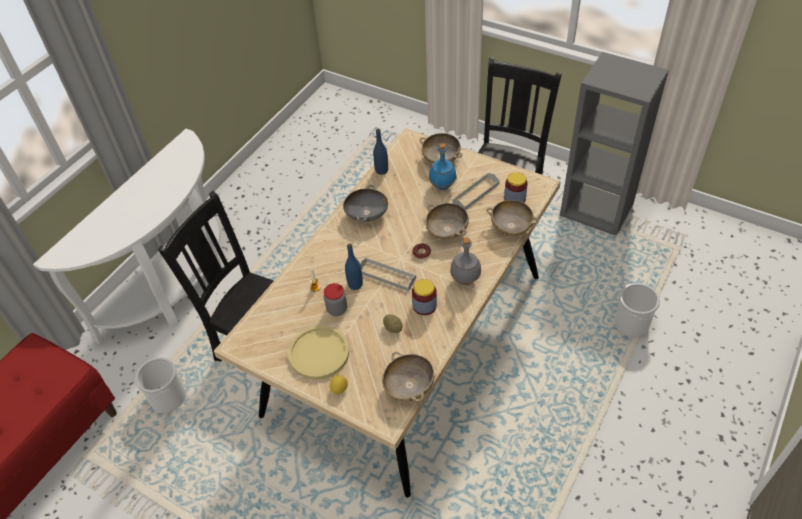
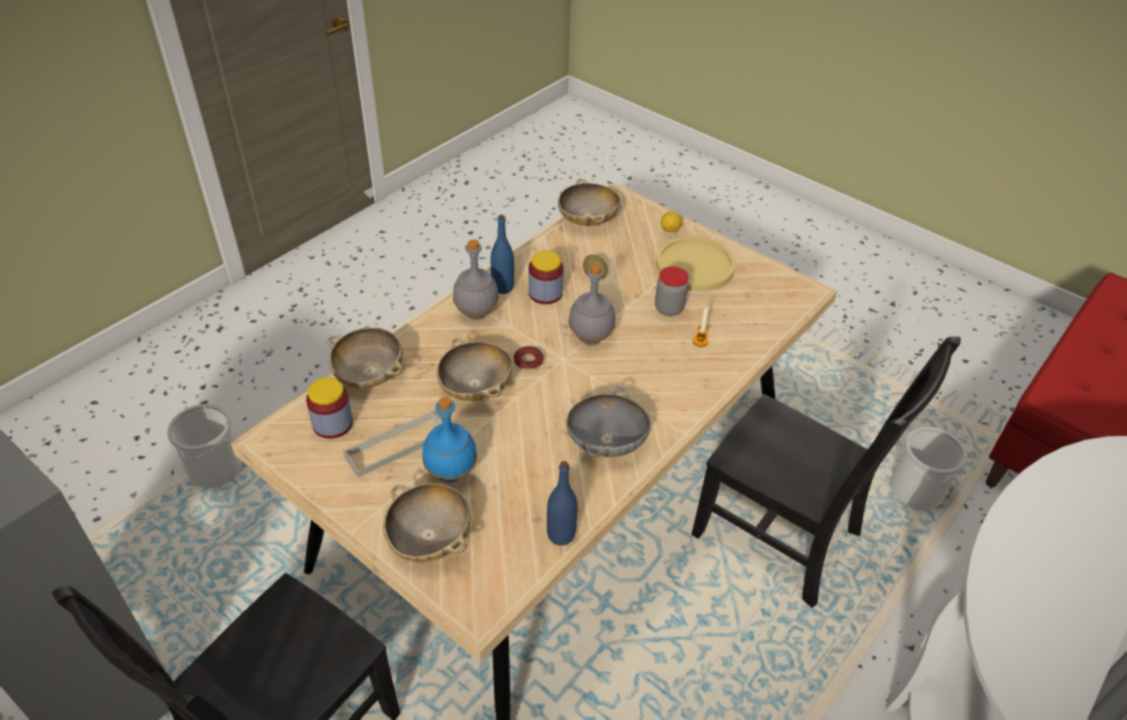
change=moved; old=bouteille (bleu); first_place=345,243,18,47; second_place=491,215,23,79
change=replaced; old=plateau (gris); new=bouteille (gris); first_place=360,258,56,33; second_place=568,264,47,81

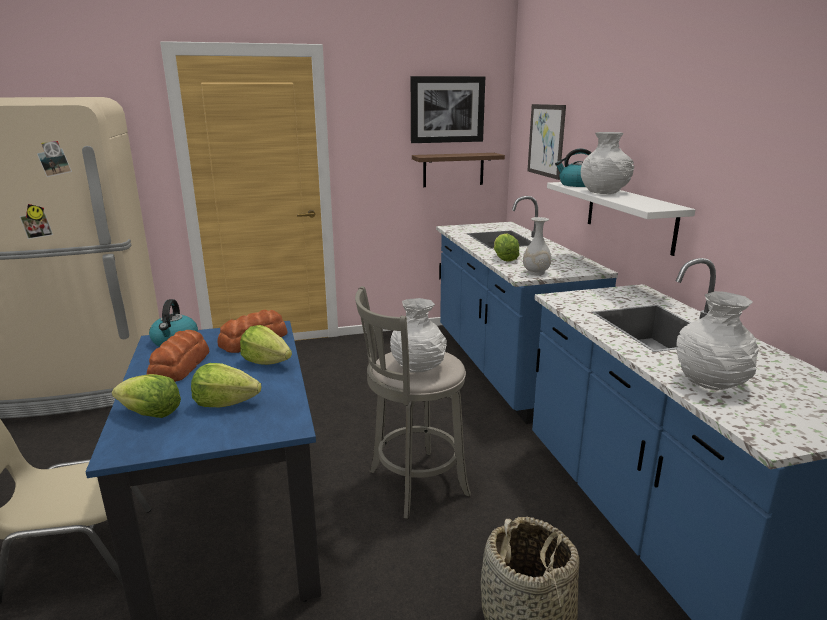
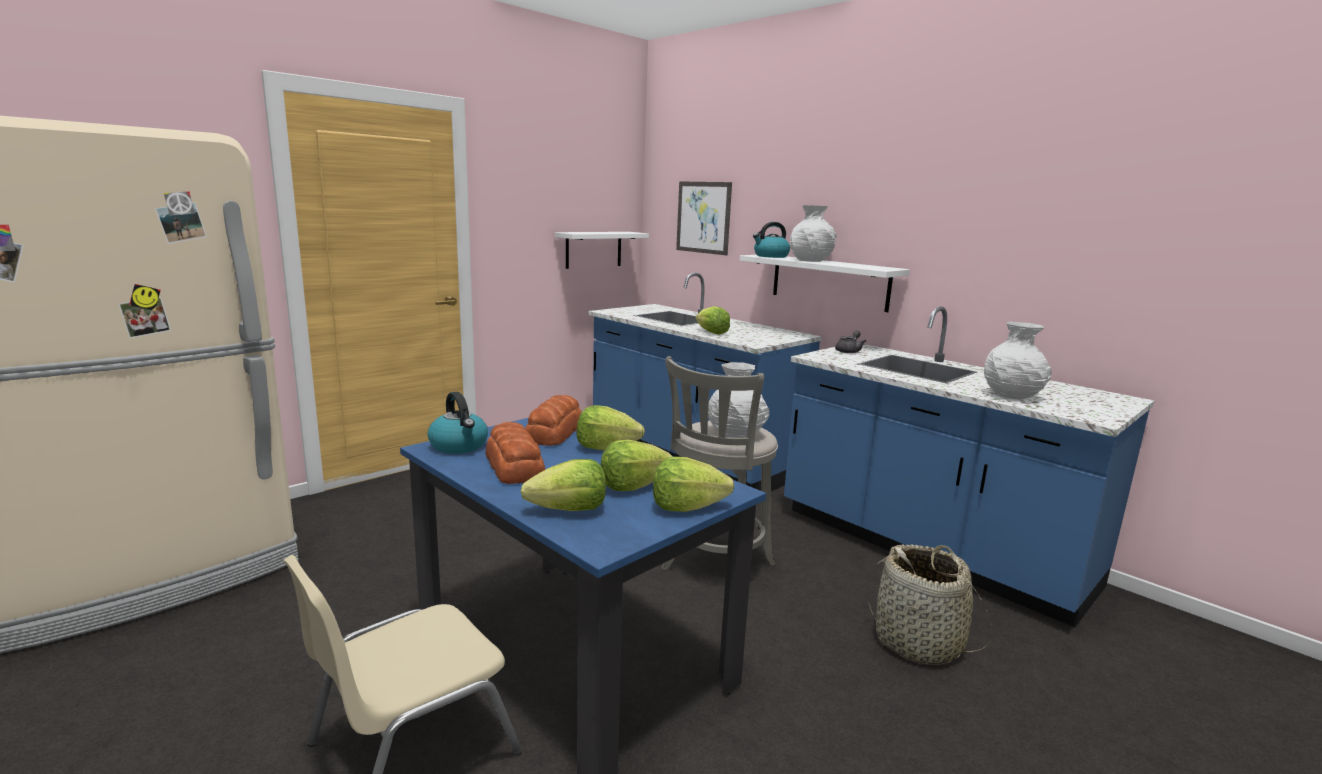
change=removed; old=tableau; first_place=411,76,74,67
change=recoloured; old=étagère (marron); new=étagère (blanc); first_place=412,153,93,34; second_place=555,232,94,37
change=removed; old=vase (blanc); first_place=523,217,28,58
change=added; new=théière (gris); second_place=835,330,31,23
change=added; new=laitue; second_place=653,457,81,55

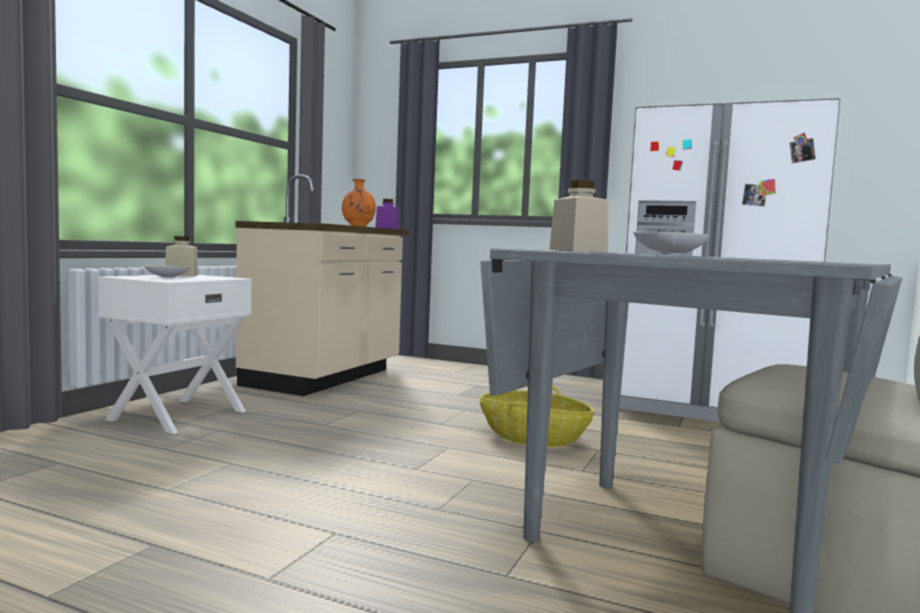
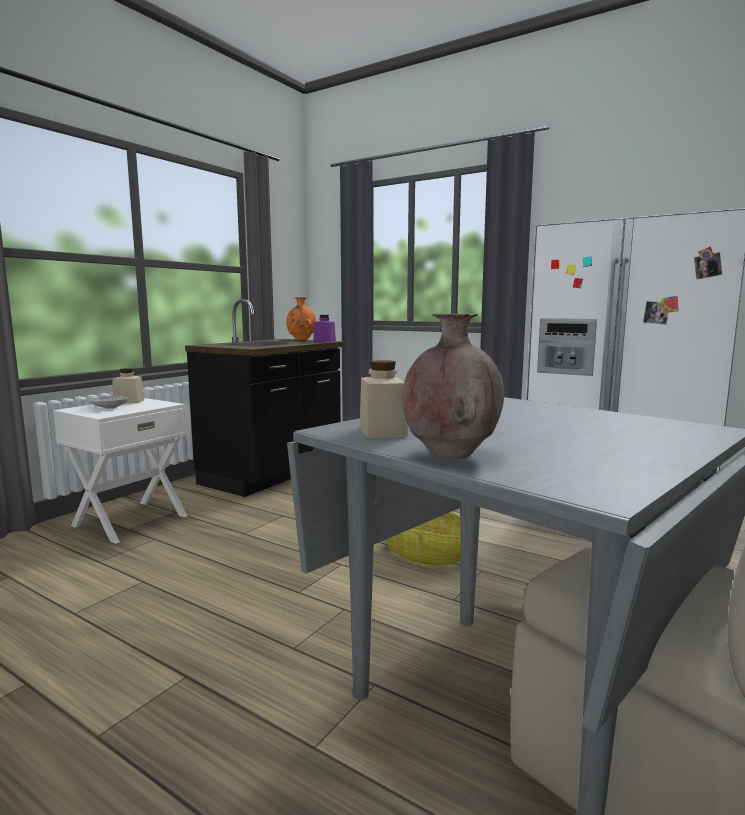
change=recoloured; old=comptoir de cuisine (beige); new=comptoir de cuisine (noir); first_place=236,174,174,222; second_place=185,299,160,198
change=replaced; old=bol (blanc); new=vase (marron); first_place=633,231,76,25; second_place=402,314,102,145

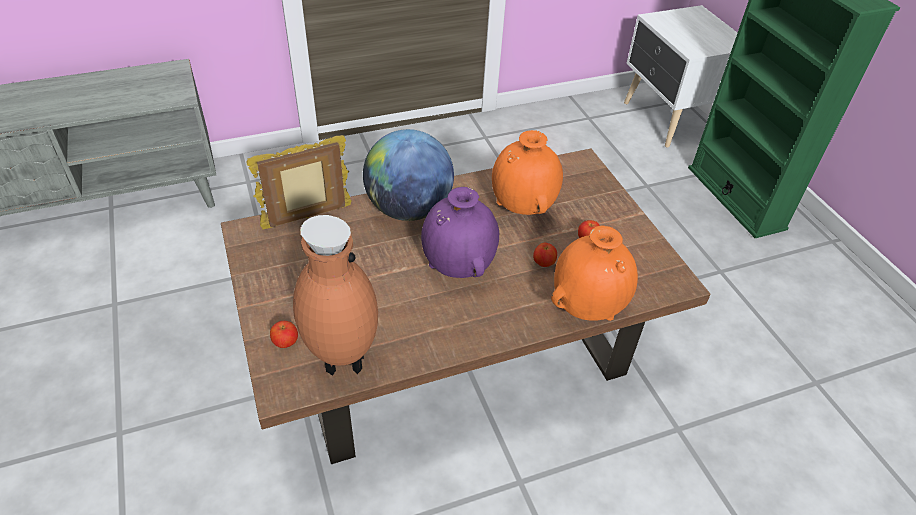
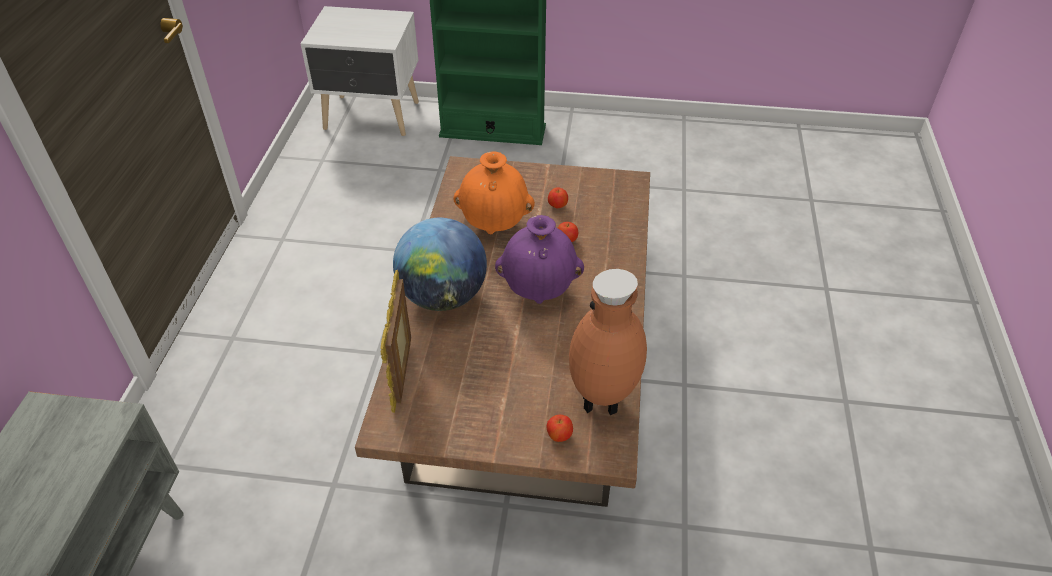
change=removed; old=vase (orange); first_place=551,226,87,95

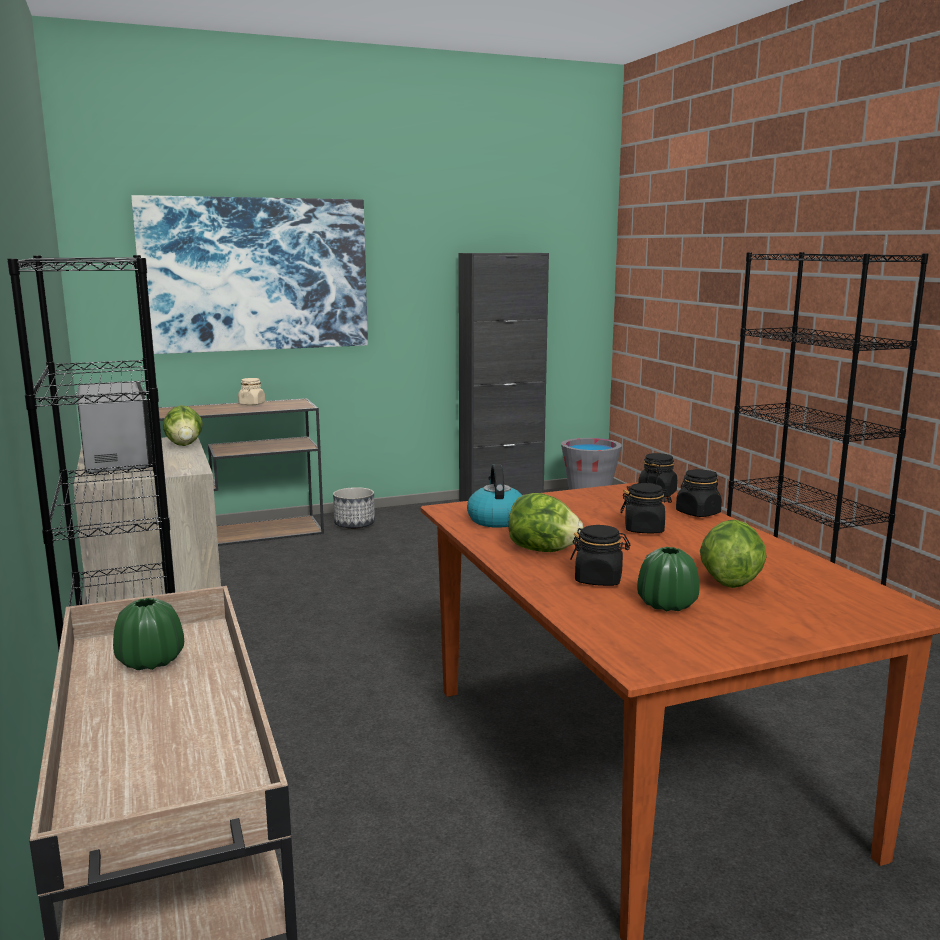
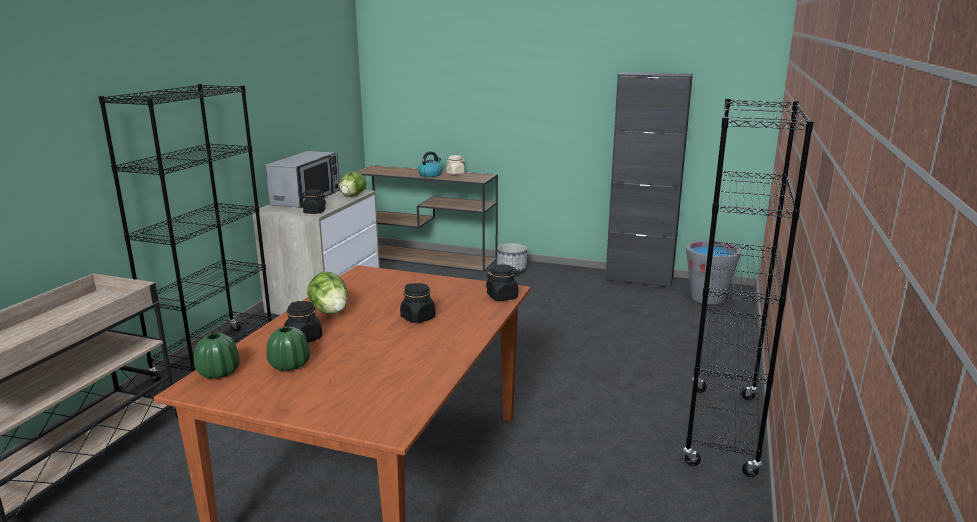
change=removed; old=tableau; first_place=131,195,237,159
change=moved; old=bouilloire; first_place=467,464,56,64; second_place=418,151,25,26
change=moved; old=bocal (noir); first_place=676,469,46,48; second_place=301,189,25,25
change=removed; old=laitue; first_place=700,519,67,69
change=moved; old=vase (vert); first_place=113,598,71,72; second_place=194,333,46,46

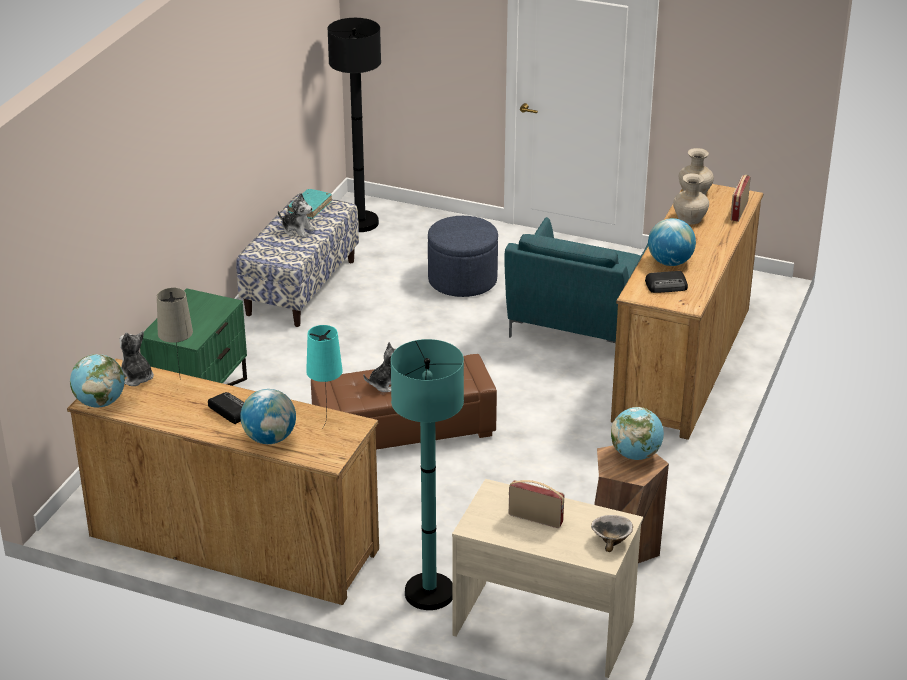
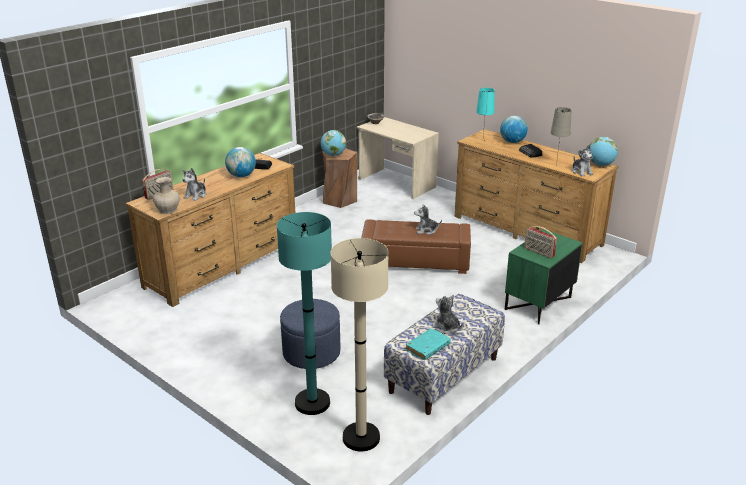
change=recoloured; old=lampadaire (noir); new=lampadaire (beige); first_place=328,18,53,214; second_place=331,238,57,213
change=replaced; old=vase (beige); new=peluche; first_place=673,173,36,52; second_place=183,168,23,33
change=removed; old=fauteuil (turquoise); first_place=504,217,144,127
change=moved; old=lampadaire (turquoise); first_place=391,339,73,271; second_place=277,212,55,203
change=moved; old=radio; first_place=509,480,55,48; second_place=524,226,33,32

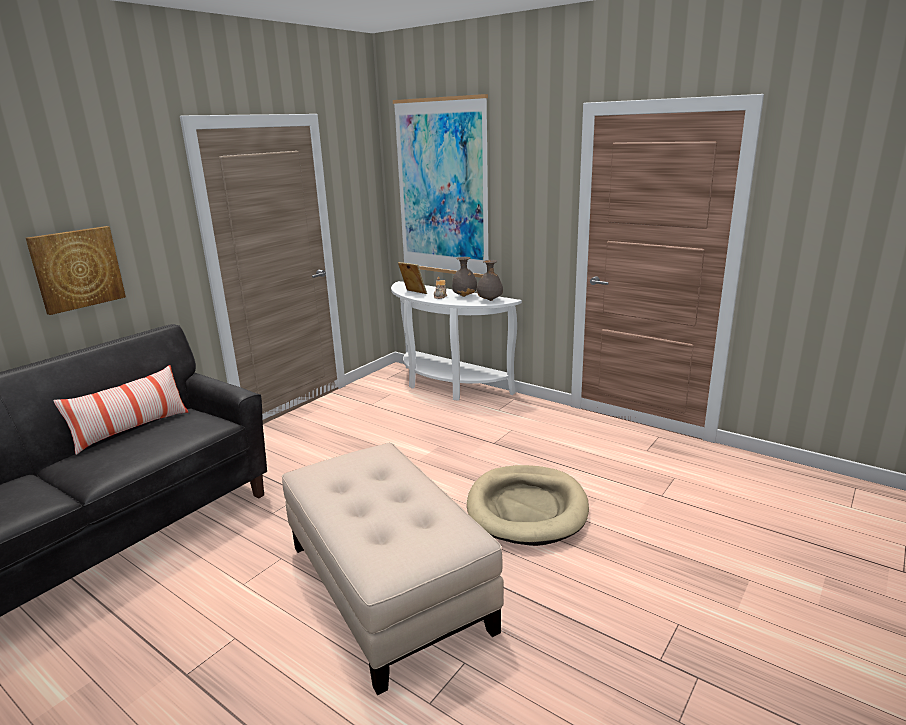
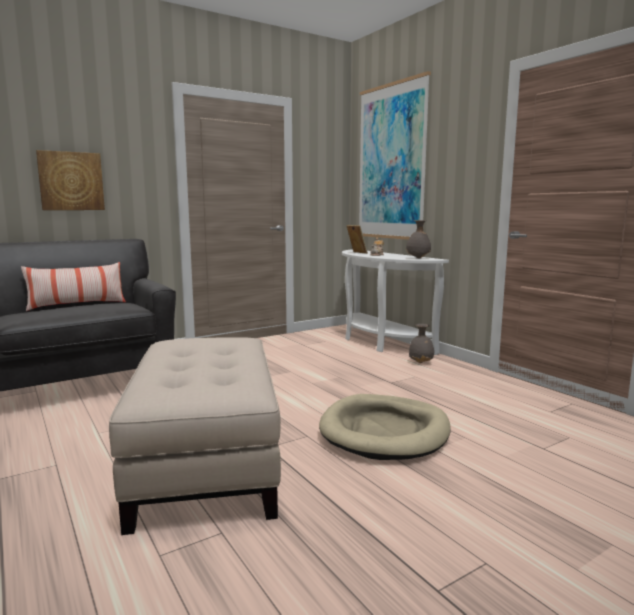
change=moved; old=vase (gris); first_place=452,257,25,40; second_place=409,324,25,39

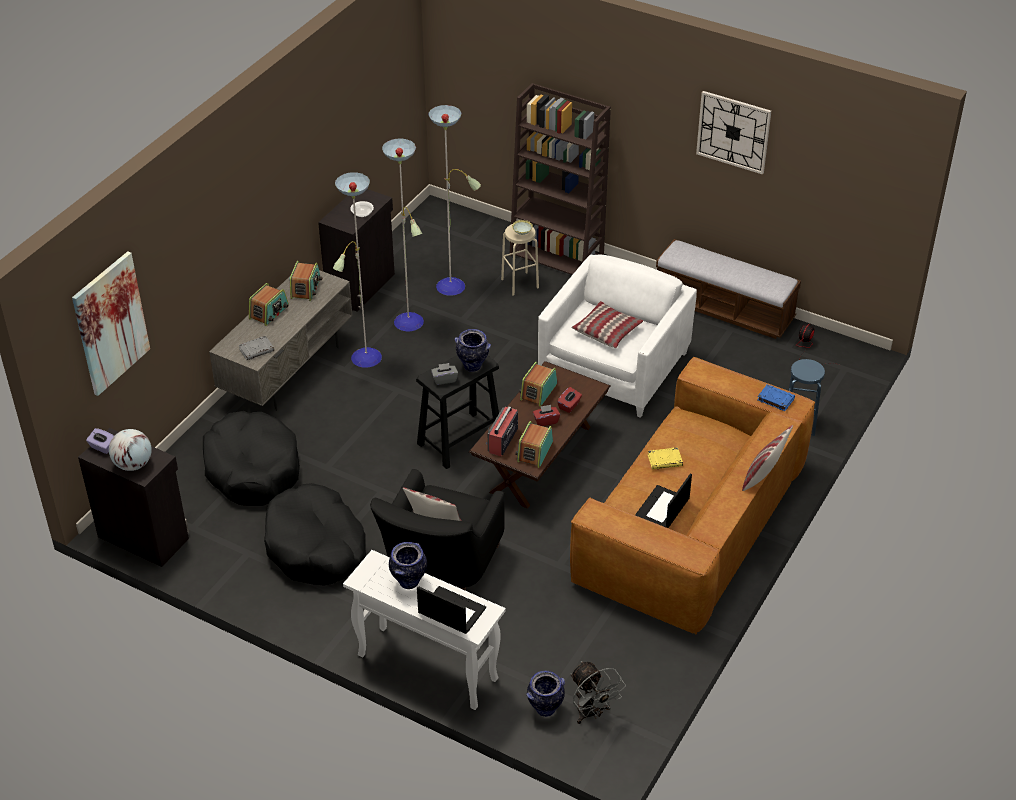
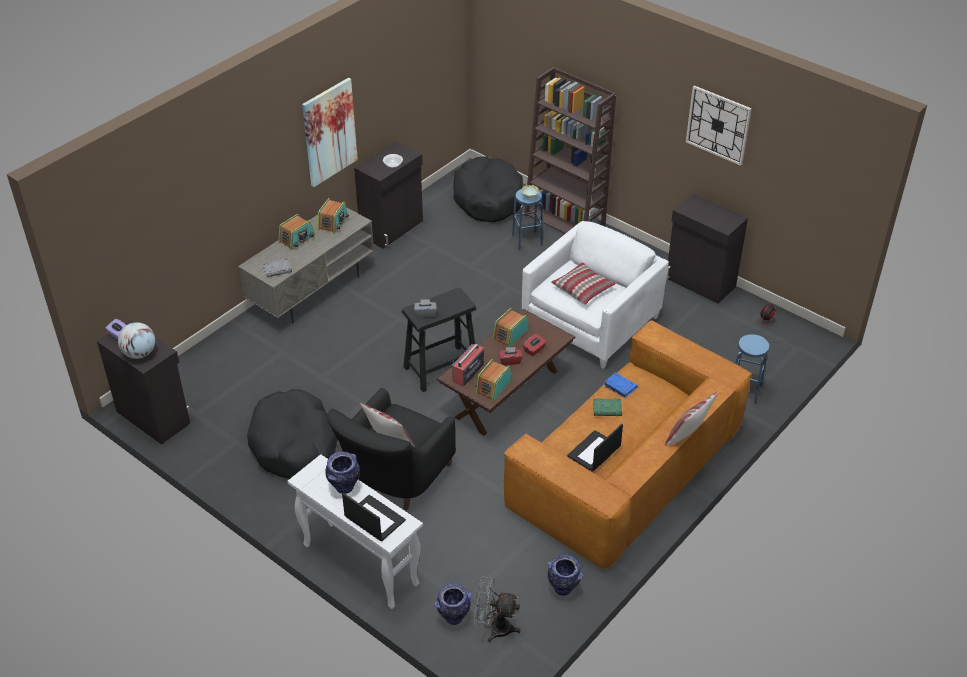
change=removed; old=lampadaire; first_place=333,105,148,263
change=recoloured; old=tabouret (beige); new=tabouret (bleu); first_place=501,224,38,72; second_place=512,189,31,61
change=replaced; old=banc; new=meuble de rangement (noir); first_place=656,239,145,100; second_place=666,193,82,111
change=moved; old=tableau; first_place=72,251,78,145; second_place=302,78,56,109
change=moved; old=vase; first_place=455,329,36,43; second_place=548,555,35,41
change=moved; old=livre (bleu); first_place=757,384,38,27; second_place=604,372,34,26
change=moved; old=panier pour chien (noir); first_place=203,411,97,95; second_place=453,157,70,66
change=recoloured; old=livre (jaune); new=livre (vert); first_place=647,447,36,23; second_place=593,398,29,18
change=turned; old=ventilateur (gris); first_place=570,661,56,63; second_place=474,577,46,65; degrees=120

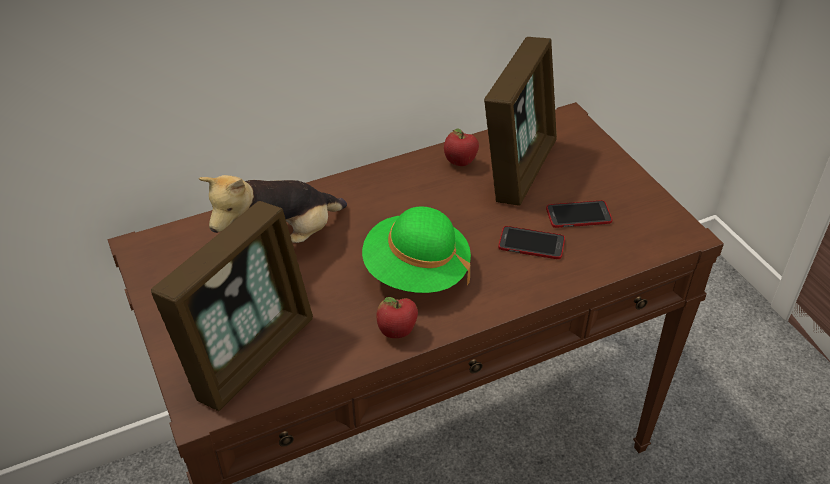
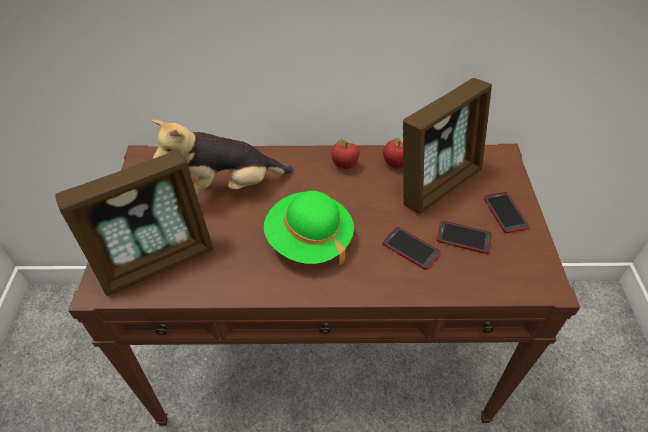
change=moved; old=pomme; first_place=377,297,41,41; second_place=331,139,29,30
change=added; new=téléphone; second_place=484,192,45,41

